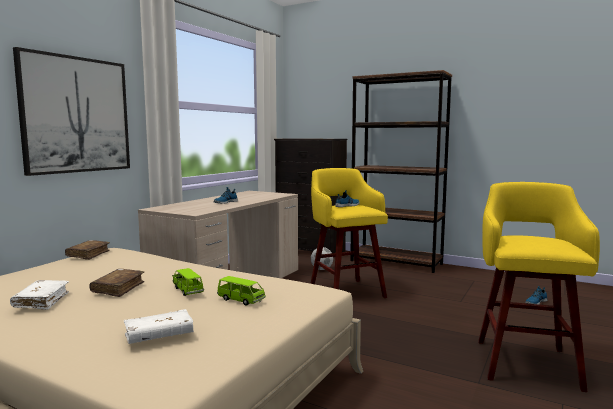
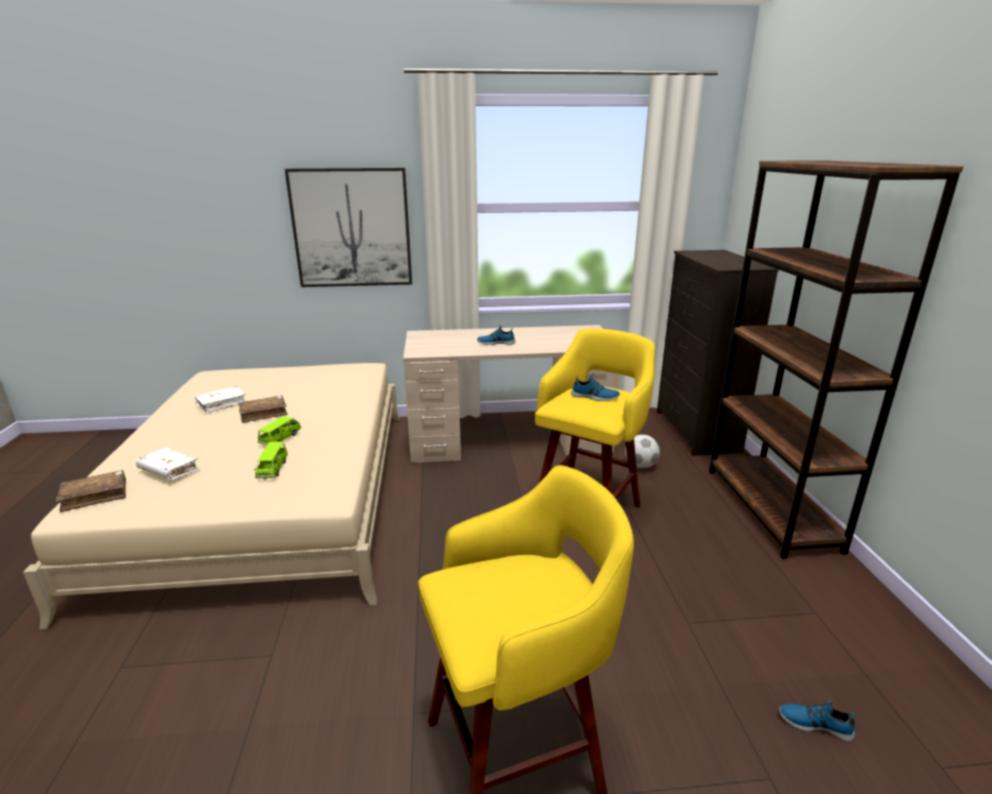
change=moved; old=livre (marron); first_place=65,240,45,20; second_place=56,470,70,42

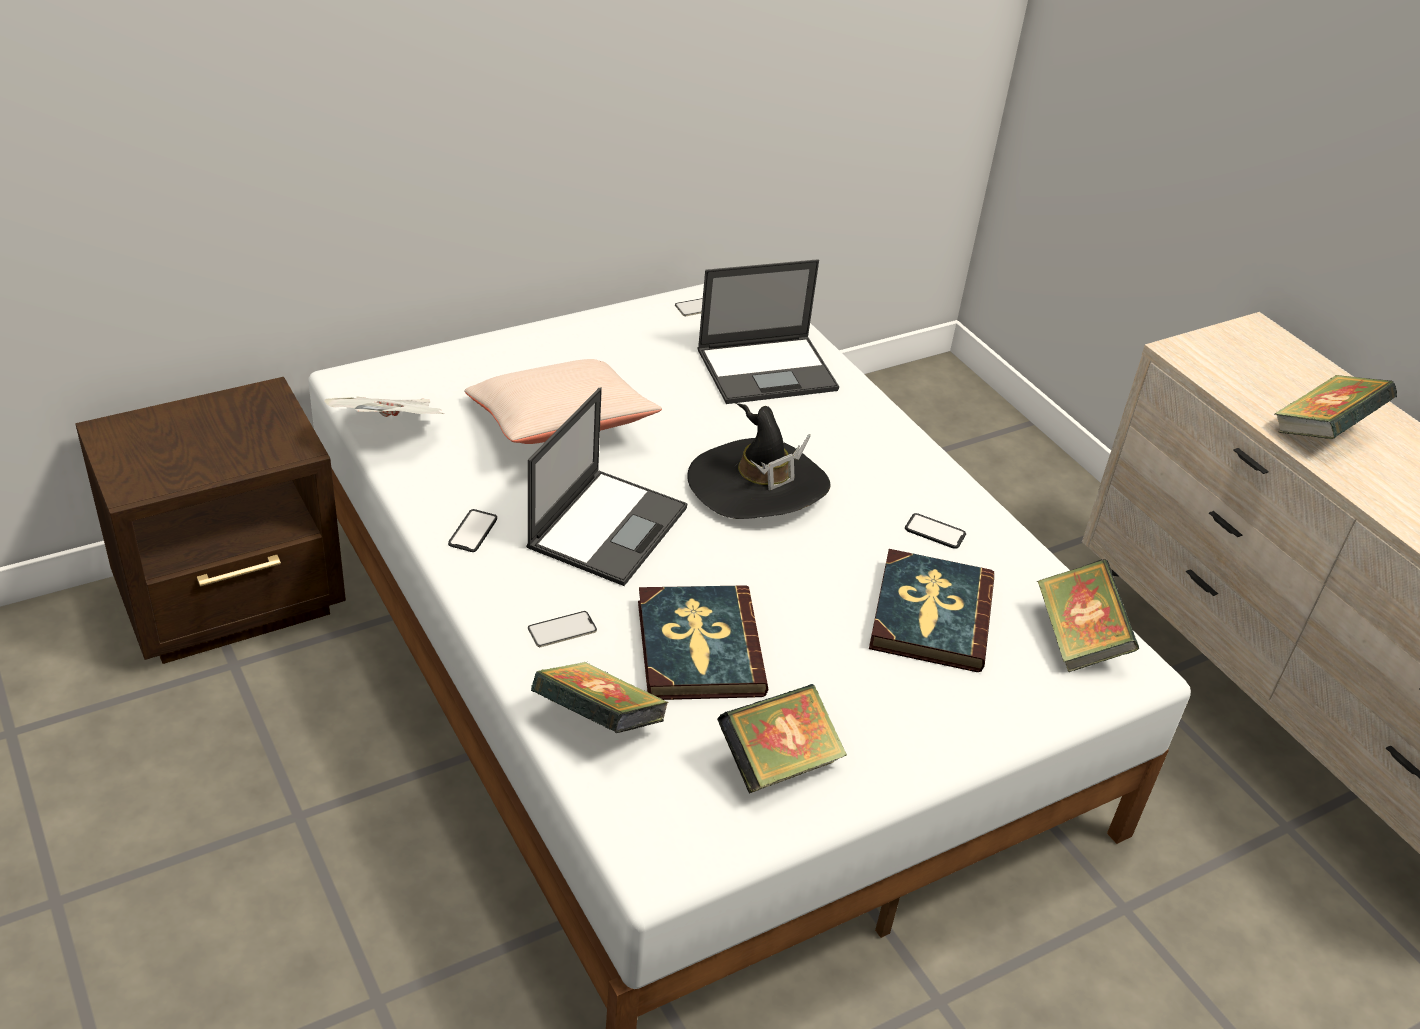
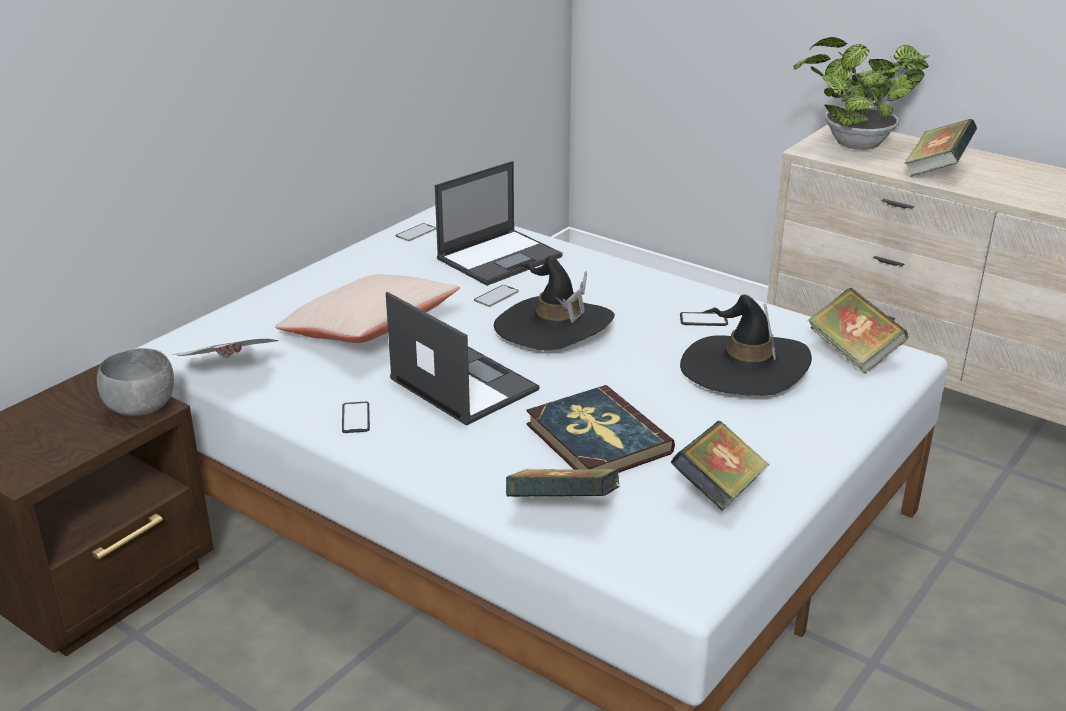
change=turned; old=ordinateur portable; first_place=526,387,162,199; second_place=386,292,154,134; degrees=-45
change=replaced; old=livre; new=chapeau (noir); first_place=869,549,125,123; second_place=680,294,132,102
change=moved; old=téléphone; first_place=528,611,69,36; second_place=474,285,45,22
change=added; new=plante en pot; second_place=793,37,137,113
change=added; new=bol (gris); second_place=97,348,77,68

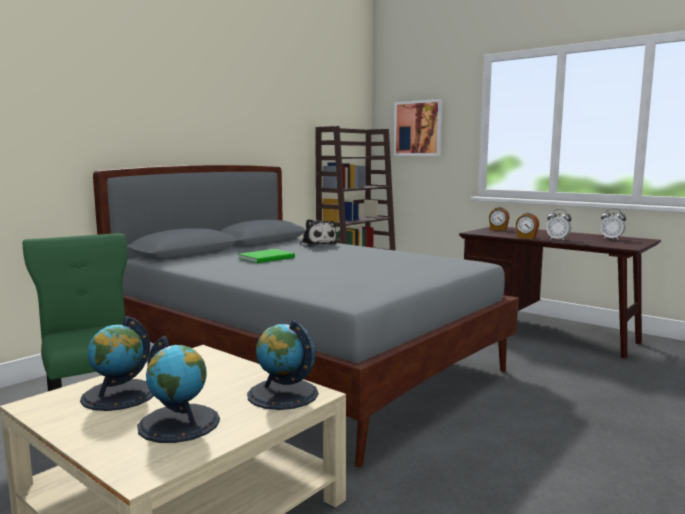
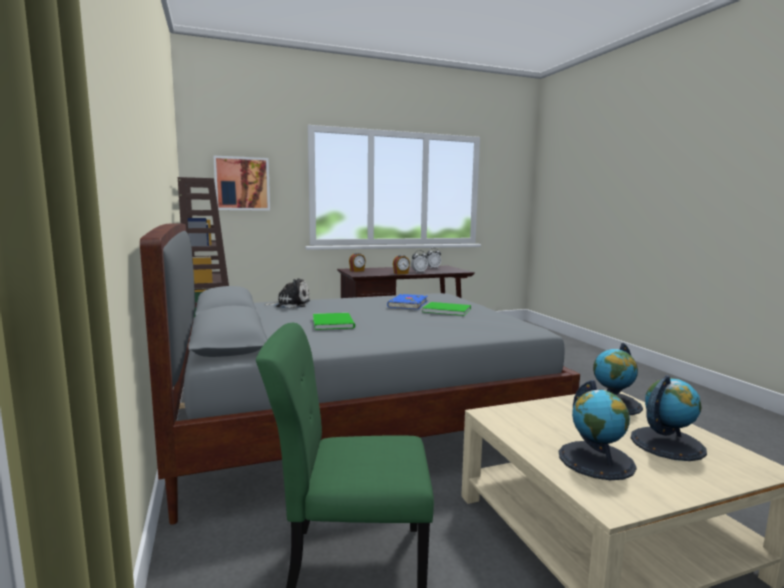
change=added; new=livre (bleu); second_place=387,294,41,15
change=added; new=livre (vert); second_place=422,302,49,14

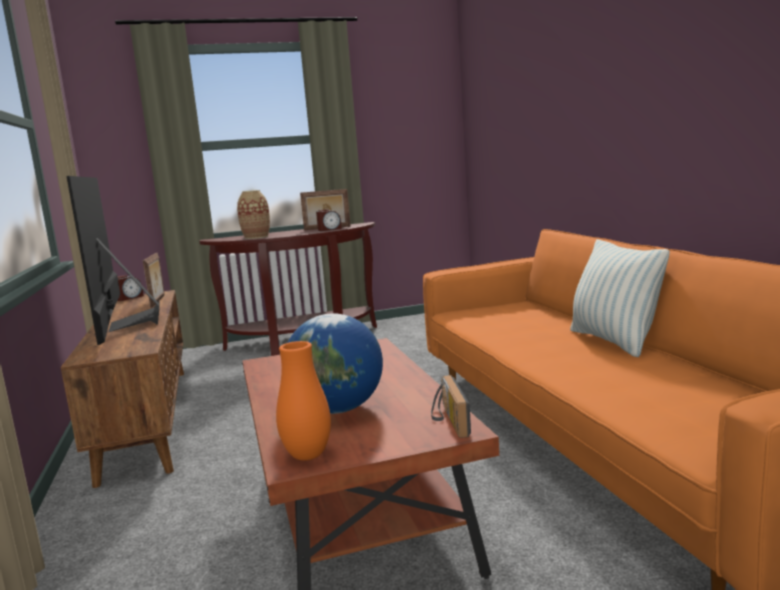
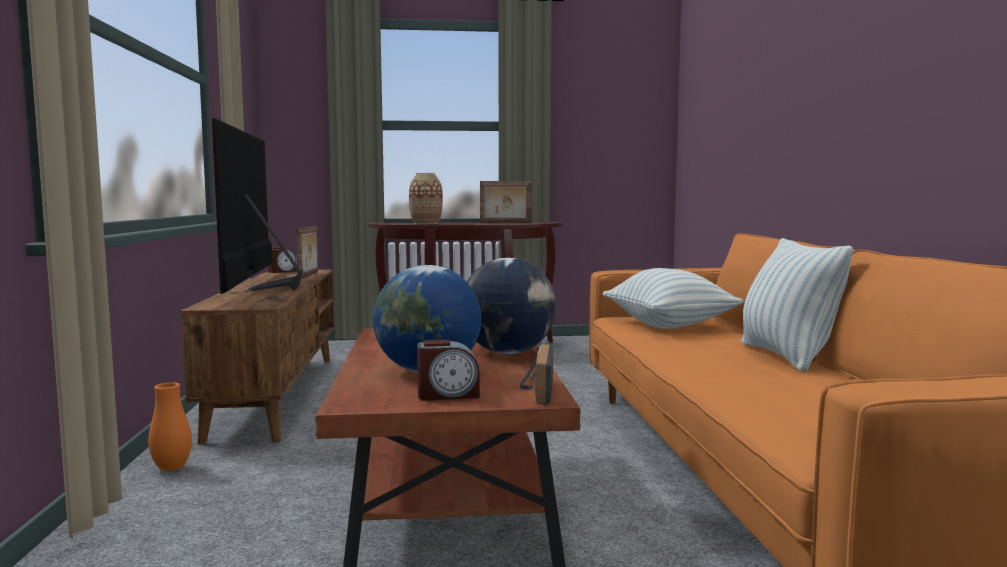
change=moved; old=réveil; first_place=316,209,26,22; second_place=417,340,63,60
change=moved; old=vase (orange); first_place=276,341,55,120; second_place=148,382,44,89
change=added; new=globe; second_place=467,258,90,96
change=added; new=coussin; second_place=603,268,140,61

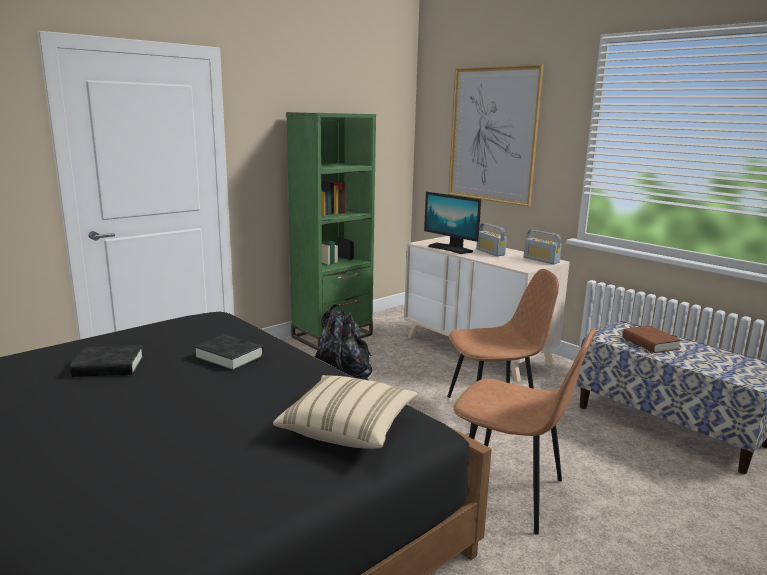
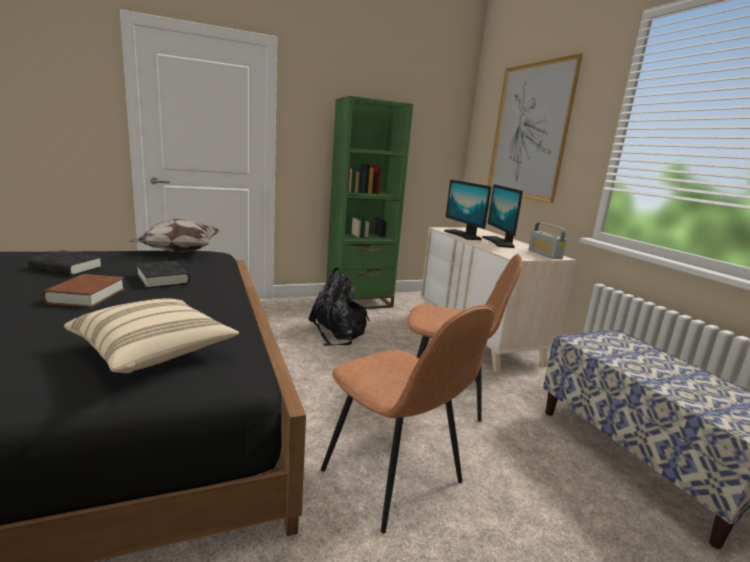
change=replaced; old=radio; new=écran d'ordinateur; first_place=476,223,31,33; second_place=482,184,41,64
change=moved; old=livre (marron); first_place=622,325,60,28; second_place=42,274,83,34
change=added; new=coussin; second_place=129,218,91,34

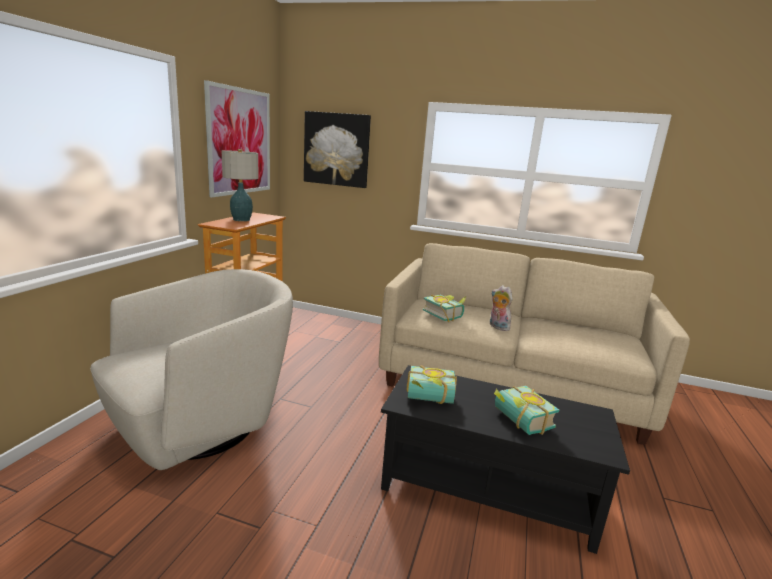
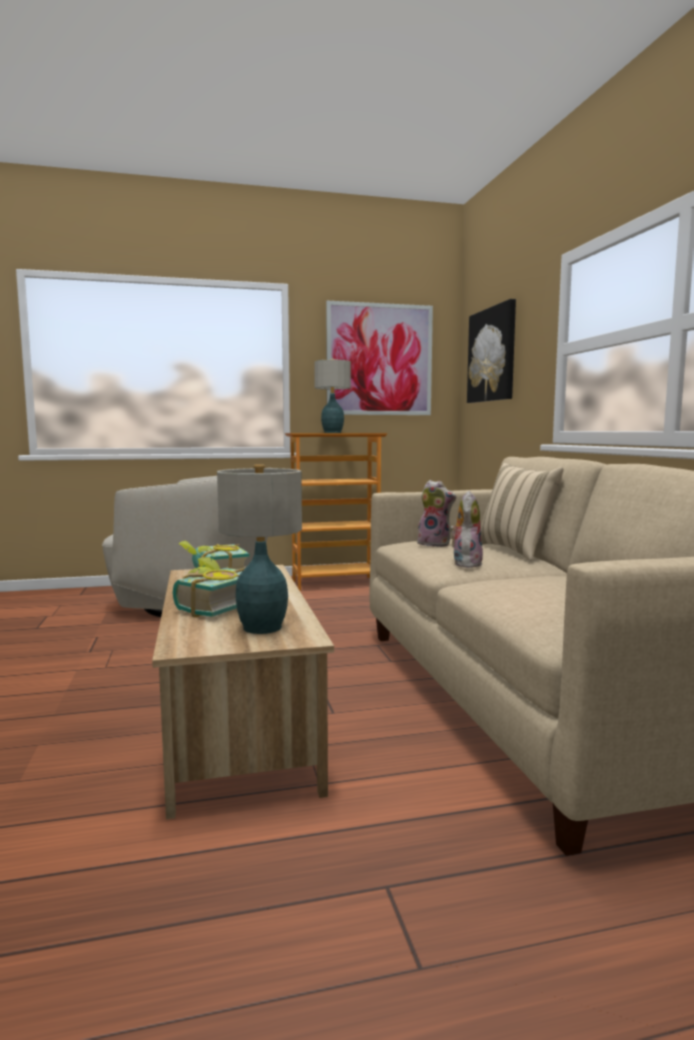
change=replaced; old=livre; new=peluche; first_place=423,294,43,28; second_place=417,480,39,67
change=recoloured; old=table basse (noir); new=table basse (beige); first_place=381,365,249,189; second_place=152,565,182,254
change=added; new=coussin (beige); second_place=481,463,83,98
change=added; new=lampe de table; second_place=217,464,85,170

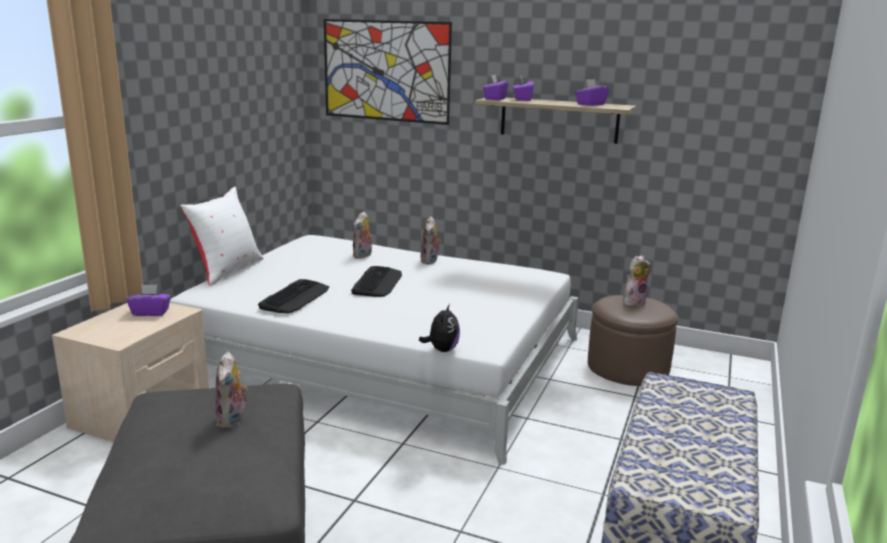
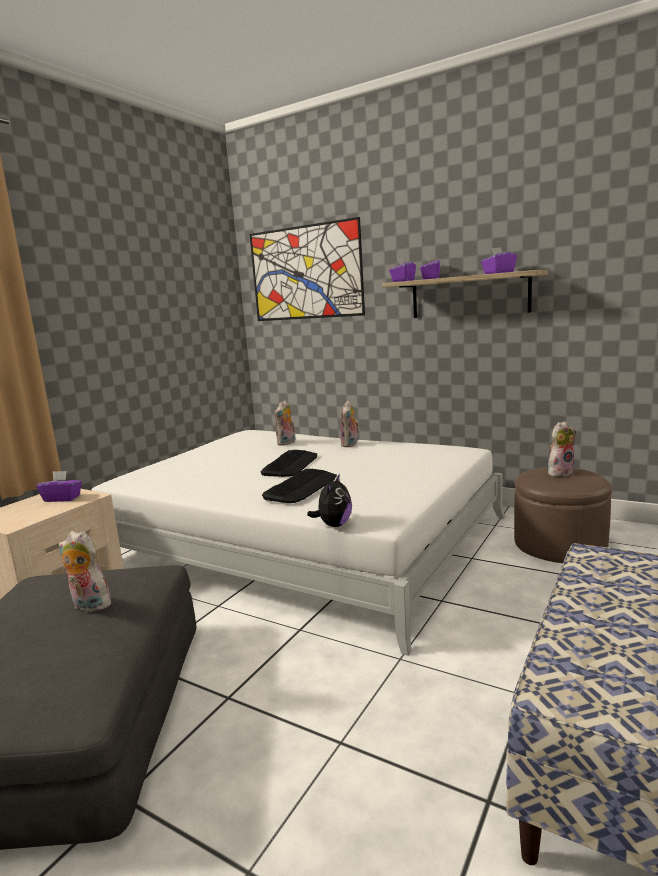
change=removed; old=coussin (blanc); first_place=180,187,84,99
change=moved; old=clavier; first_place=258,279,71,35; second_place=262,469,75,34
change=turned; old=peluche; first_place=215,351,33,78; second_place=59,531,52,81; degrees=105

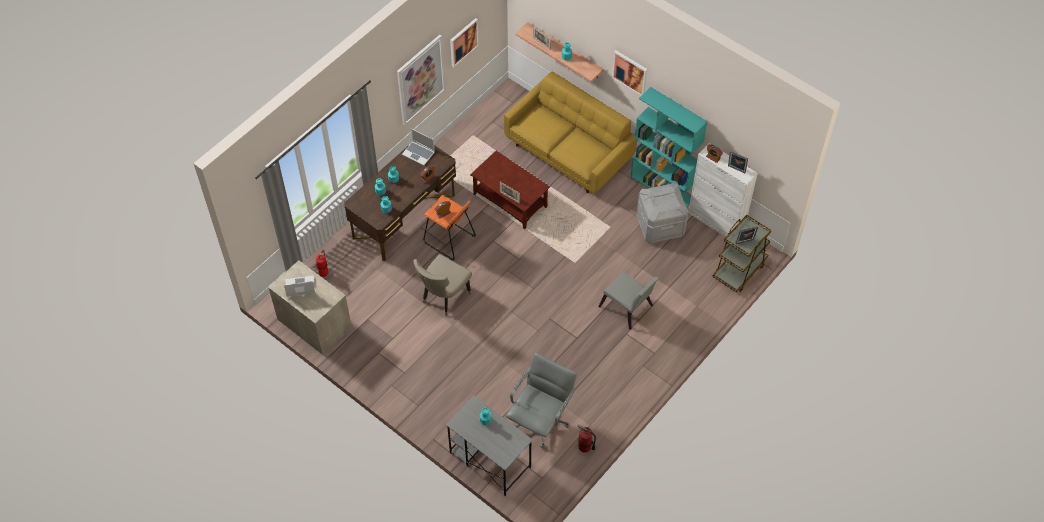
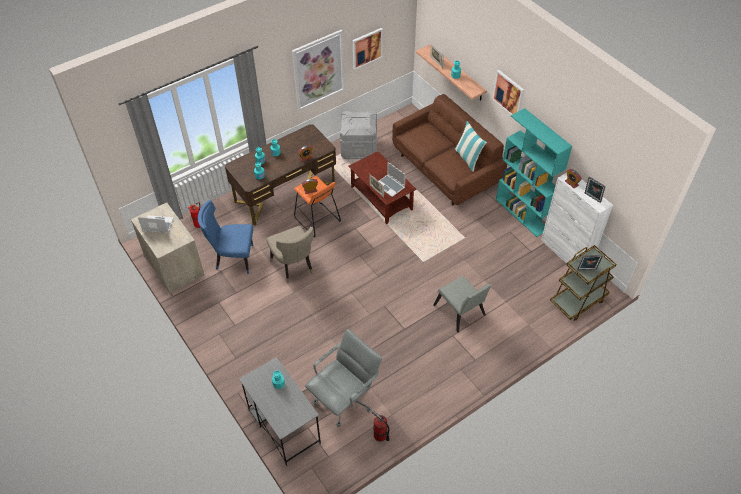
change=recoloured; old=canapé (jaune); new=canapé (marron); first_place=504,71,133,122; second_place=392,94,115,112
change=moved; old=ordinateur portable; first_place=402,129,33,37; second_place=379,162,27,35
change=moved; old=boîte de rangement (gris); first_place=636,183,53,61; second_place=340,111,37,49
change=turned; old=chaise (beige); first_place=414,254,58,62; second_place=266,226,48,57; degrees=-75
change=added; new=coussin; second_place=455,121,32,51
change=added; new=chaise (bleu); second_place=198,200,55,74

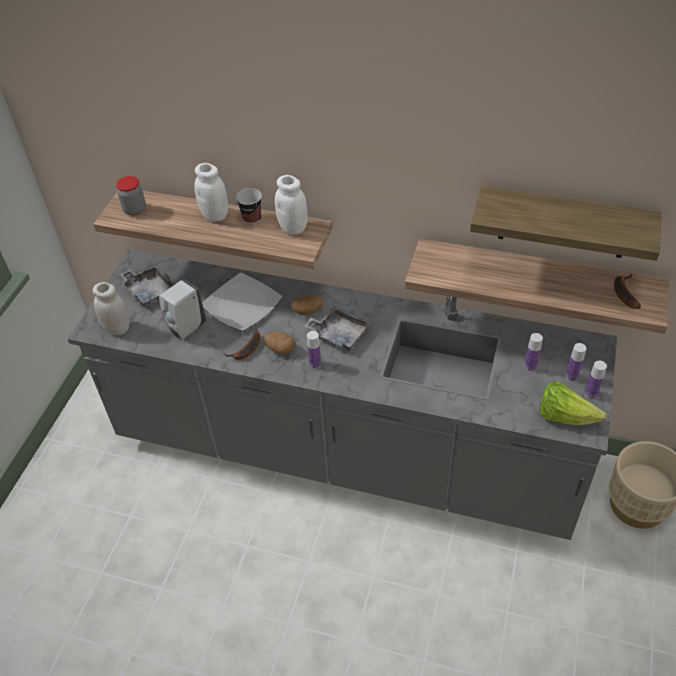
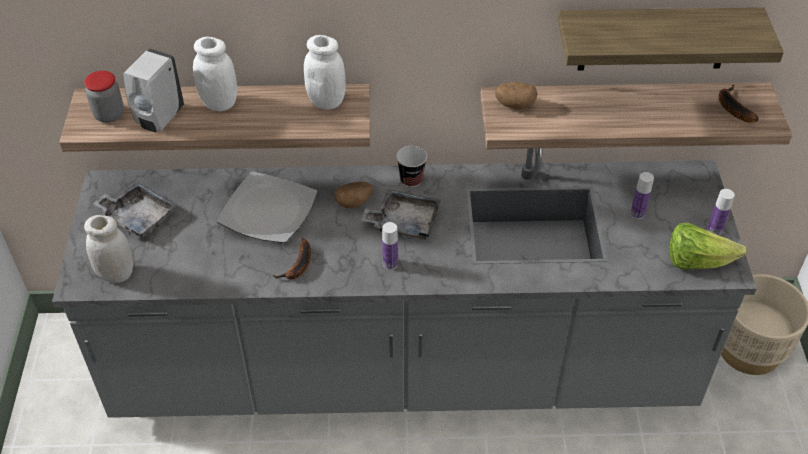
change=moved; old=tasse; first_place=236,188,26,36; second_place=396,146,31,42
change=moved; old=distributeur de savon (blanc); first_place=159,279,47,60; second_place=123,49,61,83
change=moved; old=pomme de terre; first_place=264,332,32,22; second_place=495,82,43,27
change=removed; old=bouteille; first_place=566,343,20,39

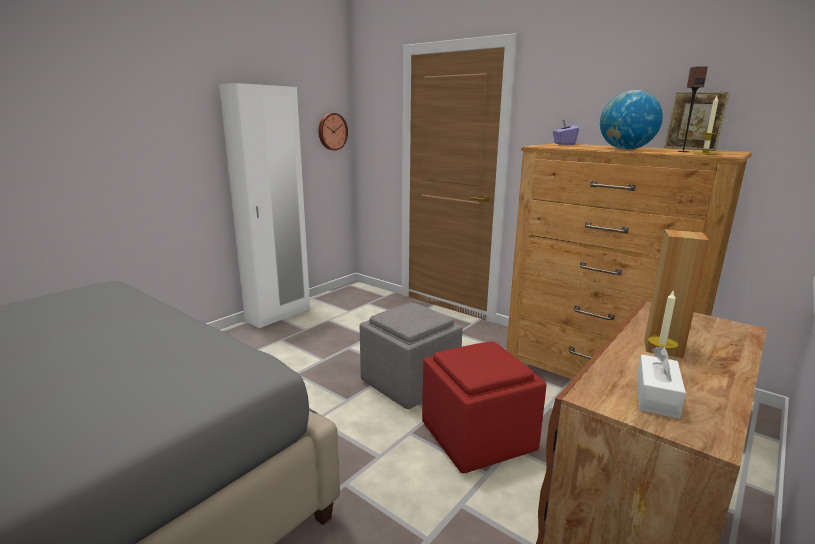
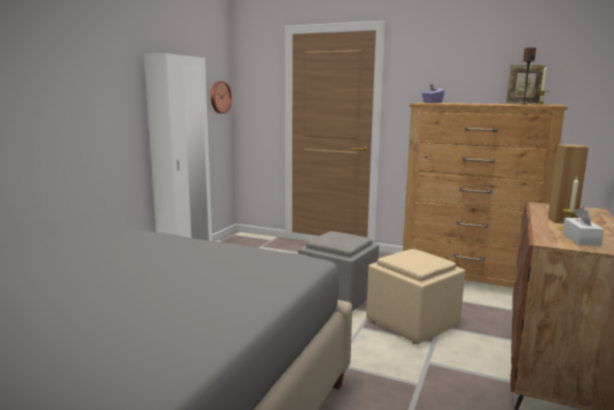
change=removed; old=globe; first_place=600,90,63,60
change=recoloured; old=pouf (rouge); new=pouf (beige); first_place=422,341,125,132; second_place=366,249,99,95

